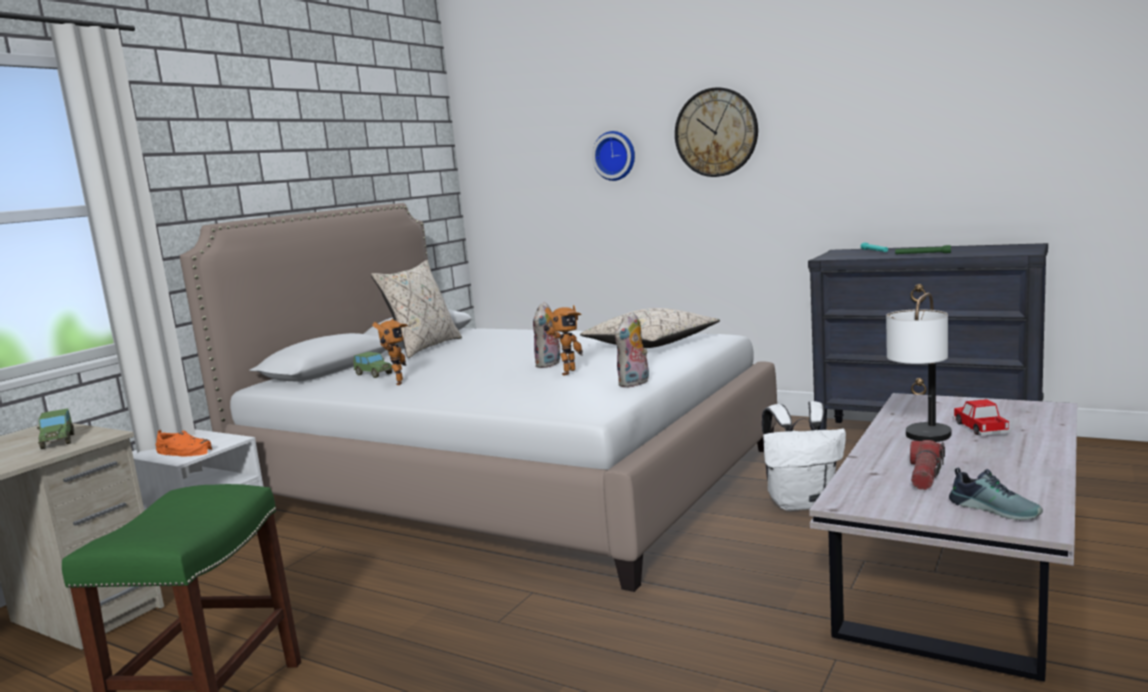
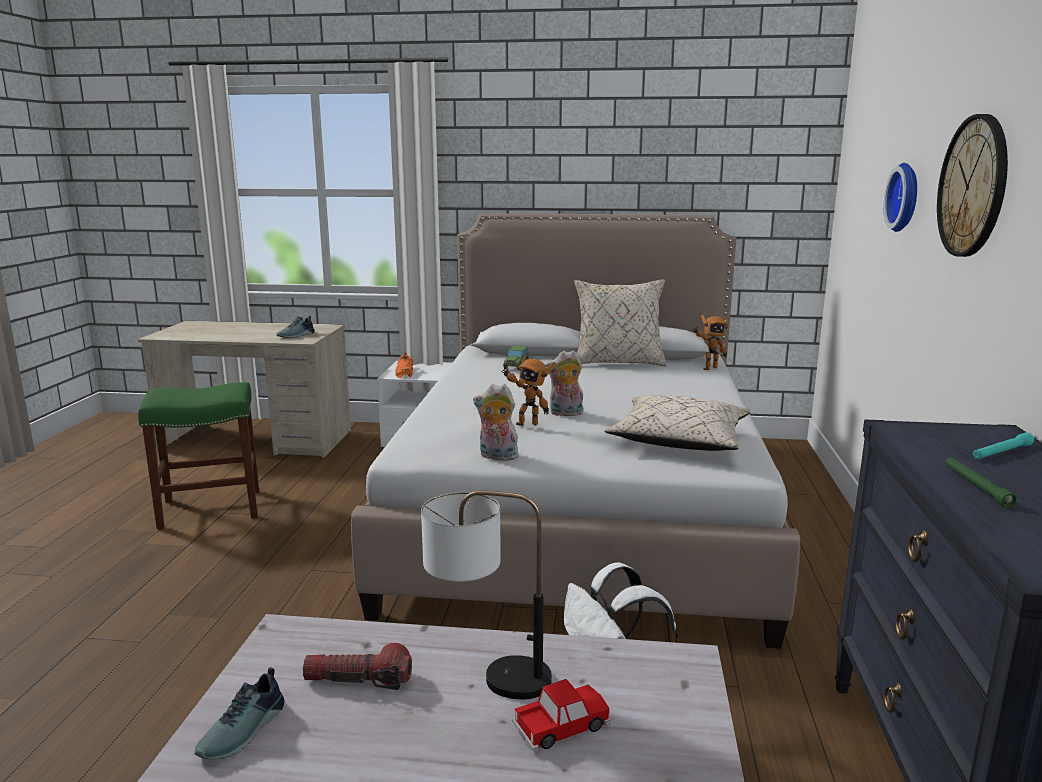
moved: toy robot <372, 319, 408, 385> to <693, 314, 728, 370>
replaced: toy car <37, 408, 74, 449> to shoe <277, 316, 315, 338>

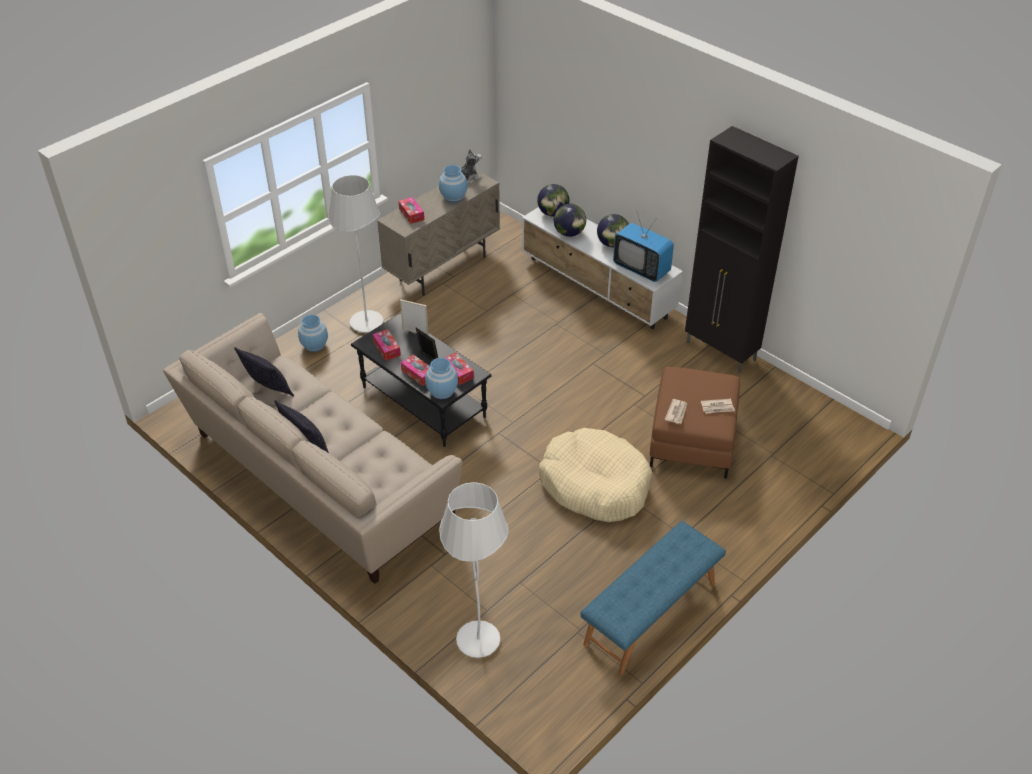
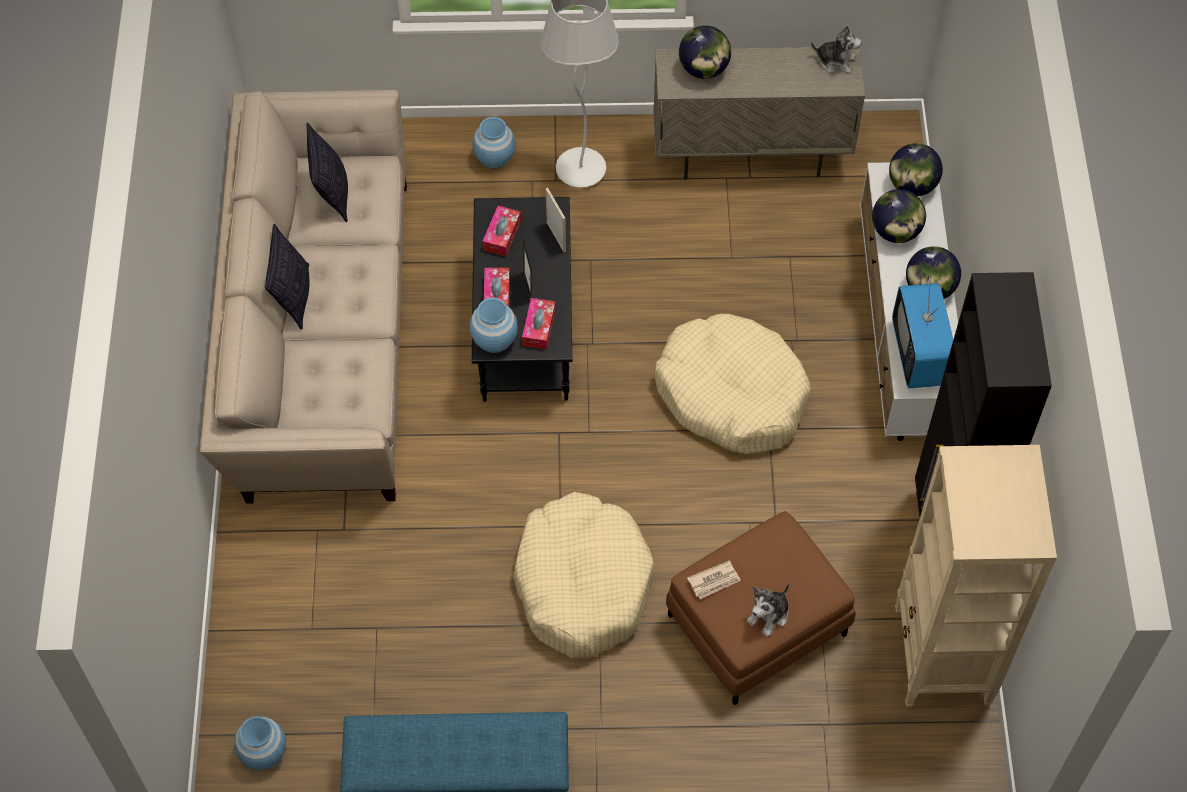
removed: white floor lamp <439, 482, 509, 658>
added: beige dog bed <655, 314, 811, 454>; beige bookcase <895, 445, 1057, 707>
moved: blue vase <439, 165, 467, 203> to <234, 716, 286, 770>
replaced: tissue box <399, 197, 424, 224> to globe <679, 26, 731, 79>; newspaper <701, 399, 735, 414> to plush toy <747, 584, 789, 637>

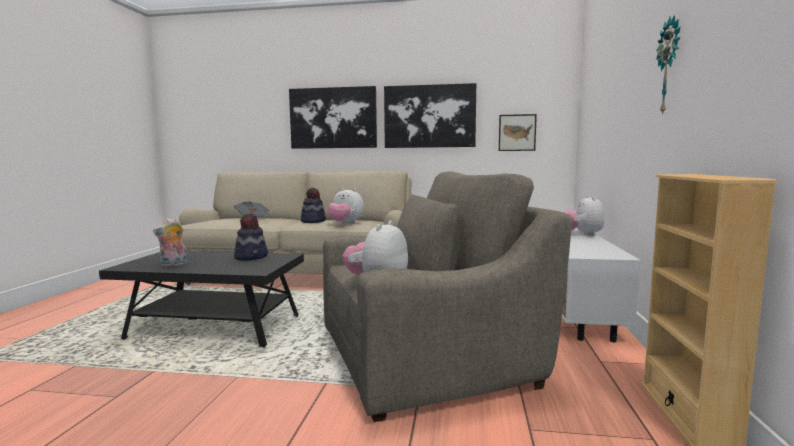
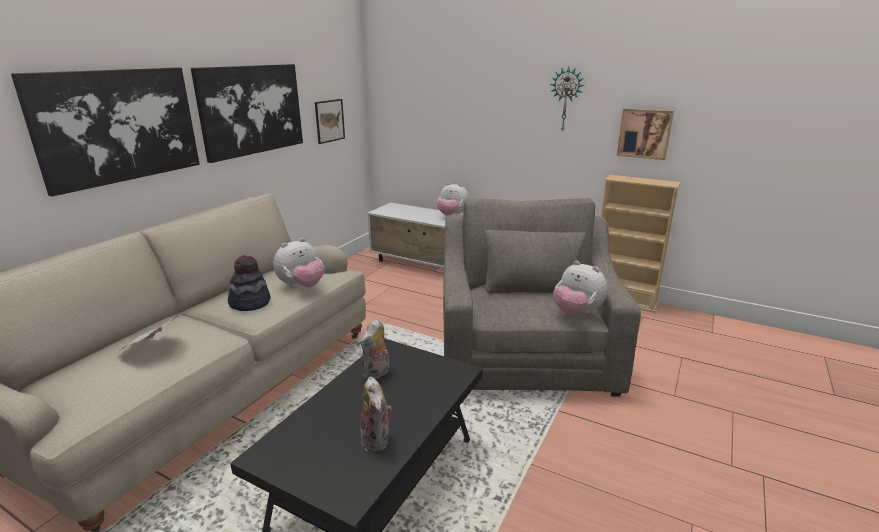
added: picture <617, 108, 674, 160>
replaced: hat <234, 213, 268, 261> to plush toy <360, 318, 390, 379>

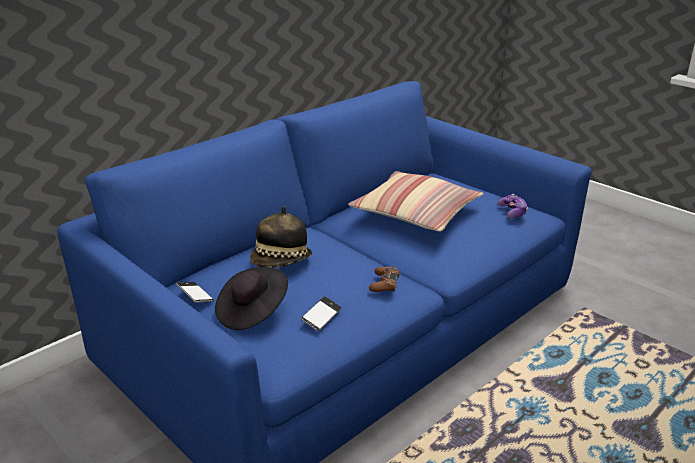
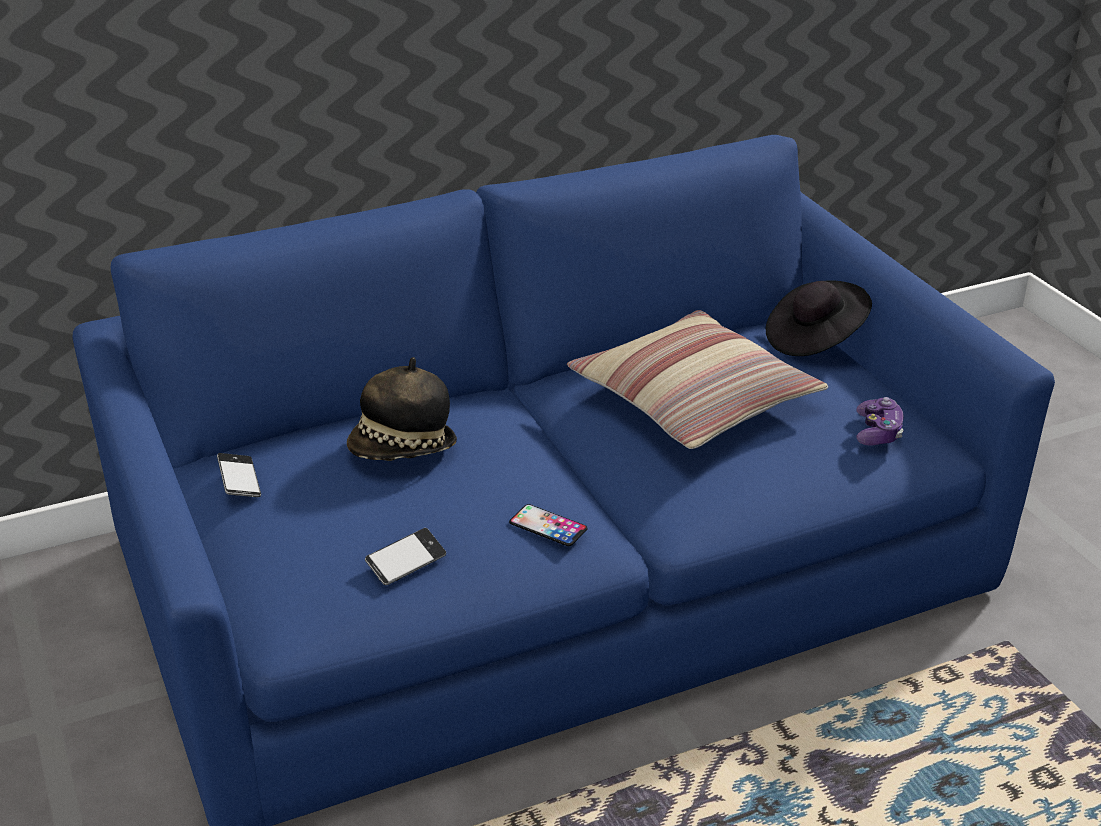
moved: black hat <215, 267, 288, 330> to <766, 280, 872, 356>
replaced: brown game controller <369, 266, 400, 292> to phone <509, 504, 588, 546>

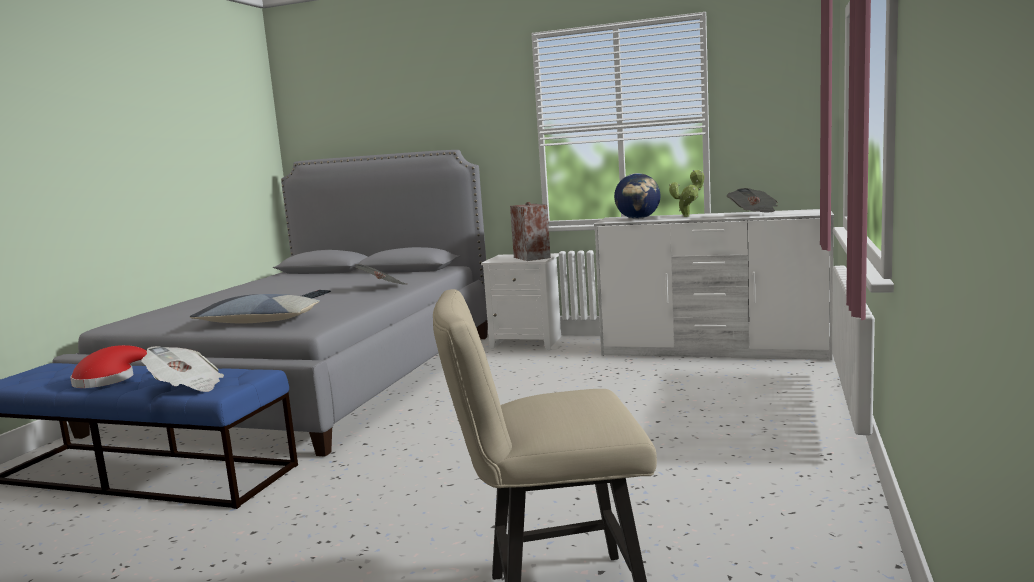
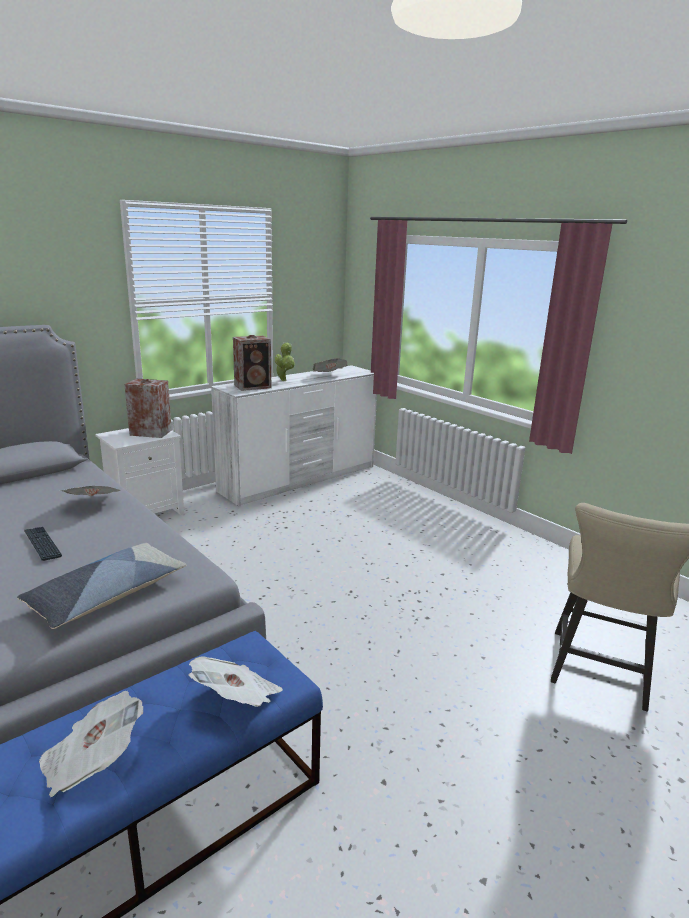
replaced: red hat <70, 345, 147, 388> to newspaper <39, 691, 143, 798>; globe <614, 173, 660, 219> to speaker <233, 335, 271, 391>

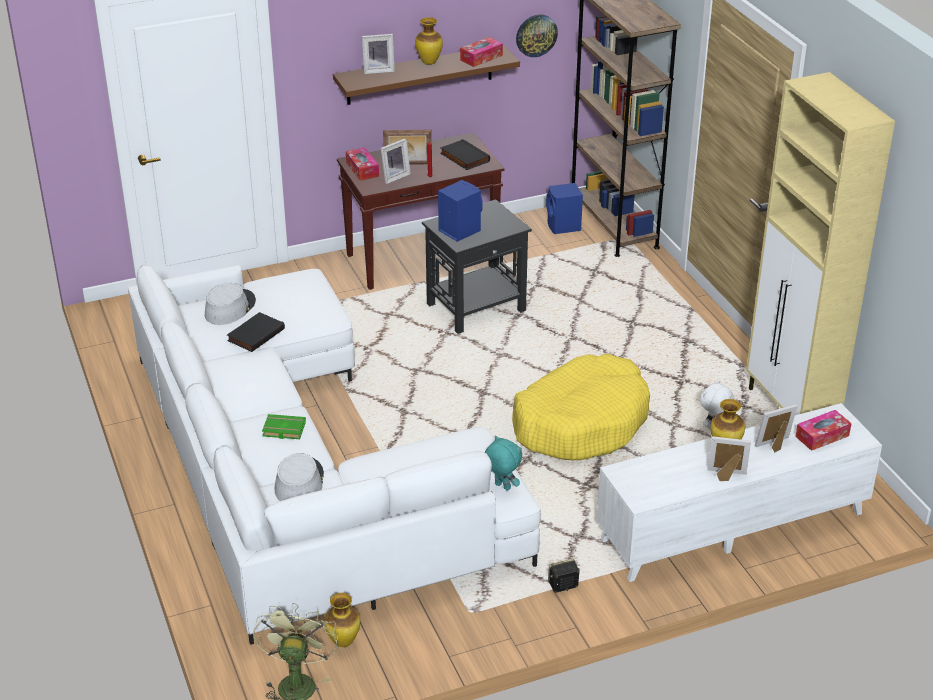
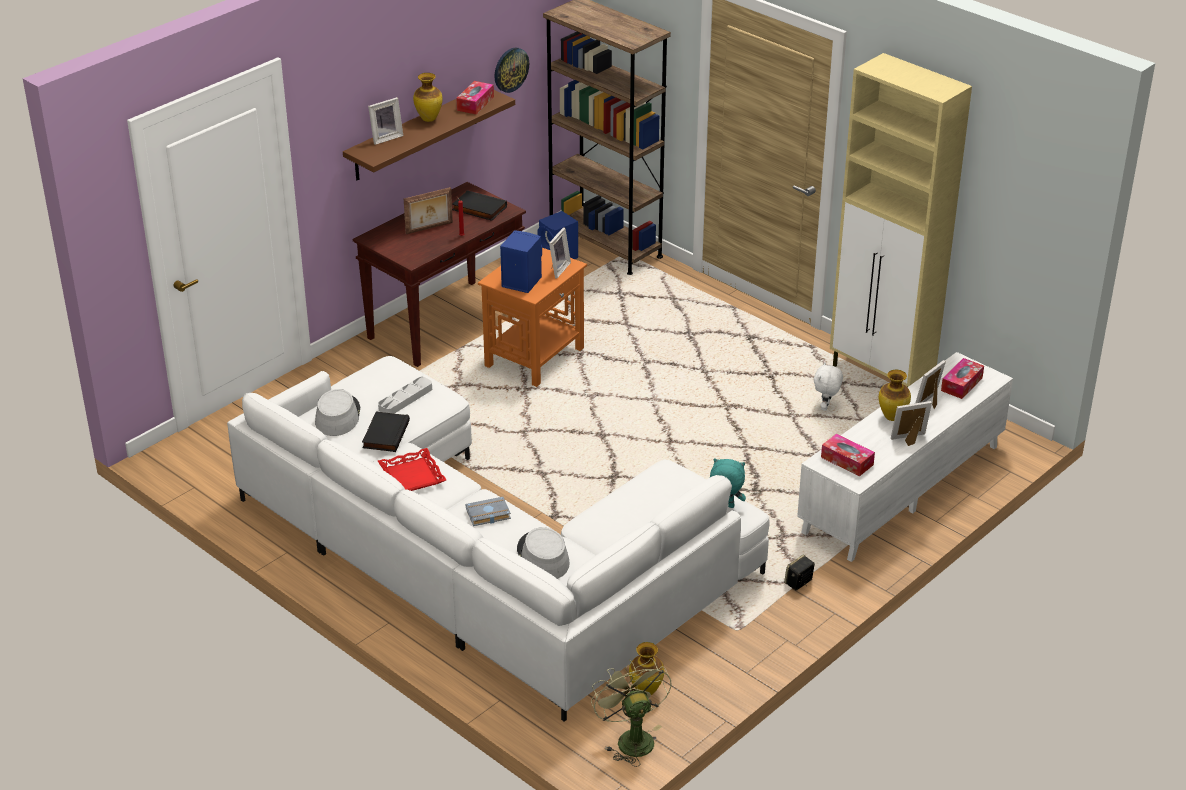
removed: yellow dog bed <512, 354, 650, 460>
added: grey tray <378, 377, 432, 414>; red tray <378, 448, 446, 491>
moved: picture frame <381, 139, 411, 184> to <549, 227, 571, 279>; tissue box <346, 147, 379, 181> to <821, 434, 875, 477>
recoloured: green book <262, 414, 306, 439> to grey book <466, 497, 511, 526>; black side table <422, 200, 532, 334> to orange side table <478, 248, 587, 387>

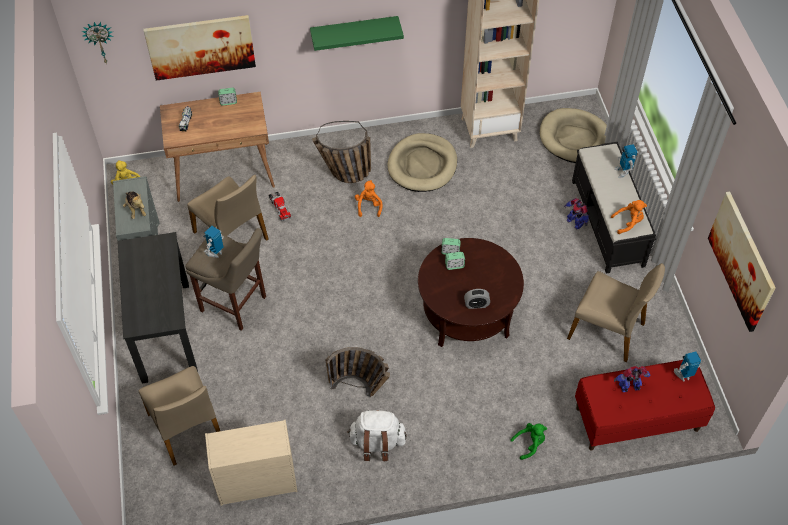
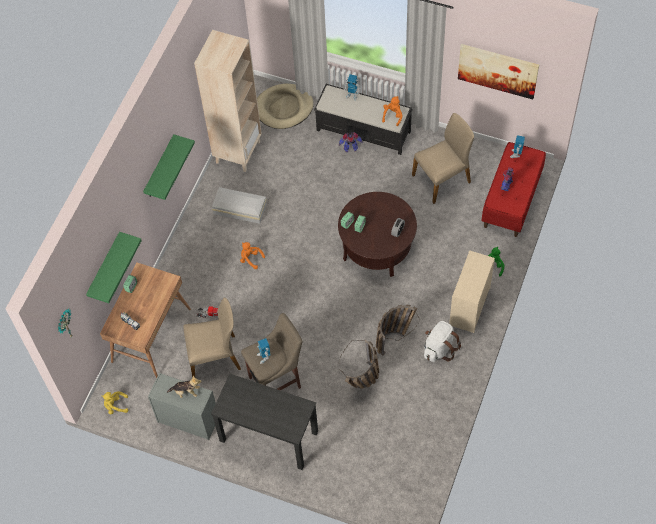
removed: beige chair <138, 366, 220, 466>
moved: basket <312, 121, 371, 183> to <338, 340, 379, 388>; beige dresser <205, 420, 297, 506> to <449, 250, 495, 333>
replaced: picture <143, 15, 256, 81> to green shelf <86, 232, 142, 303>; beige dog bed <387, 133, 457, 192> to white storage box <212, 187, 267, 224>

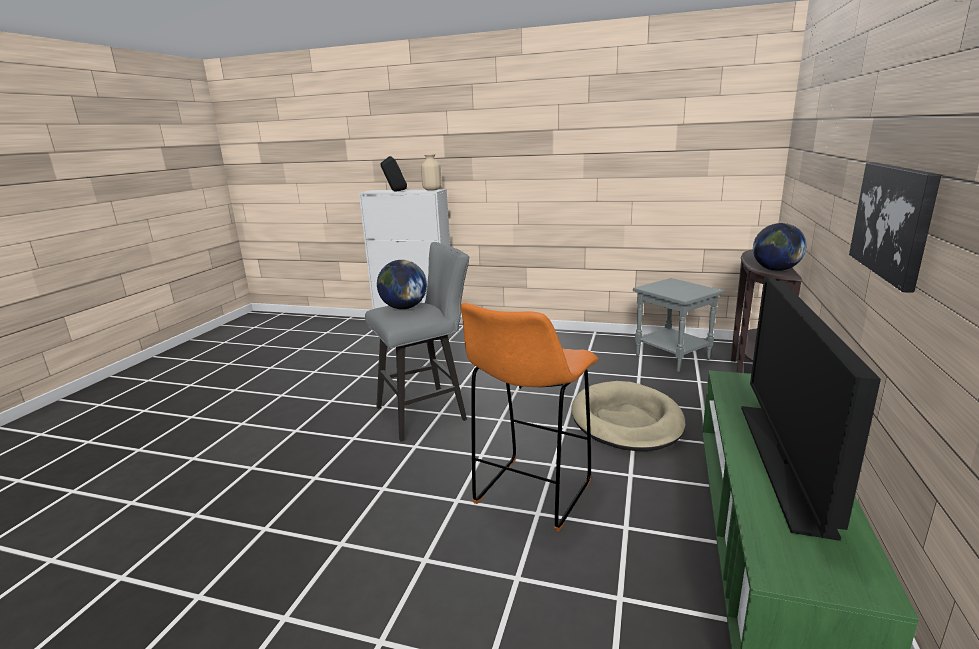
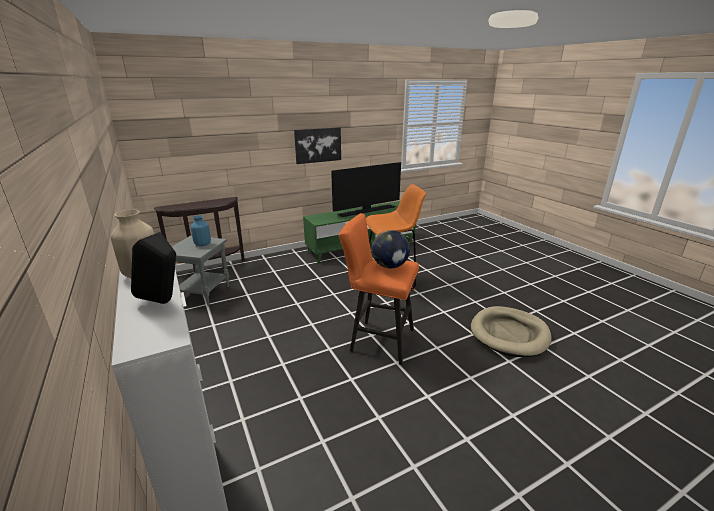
removed: globe <753, 223, 806, 271>
added: blue vase <191, 215, 211, 246>
moved: beige dog bed <571, 381, 686, 451> to <471, 306, 552, 357>
recoloured: grey stool <365, 242, 469, 441> to orange stool <339, 213, 419, 365>

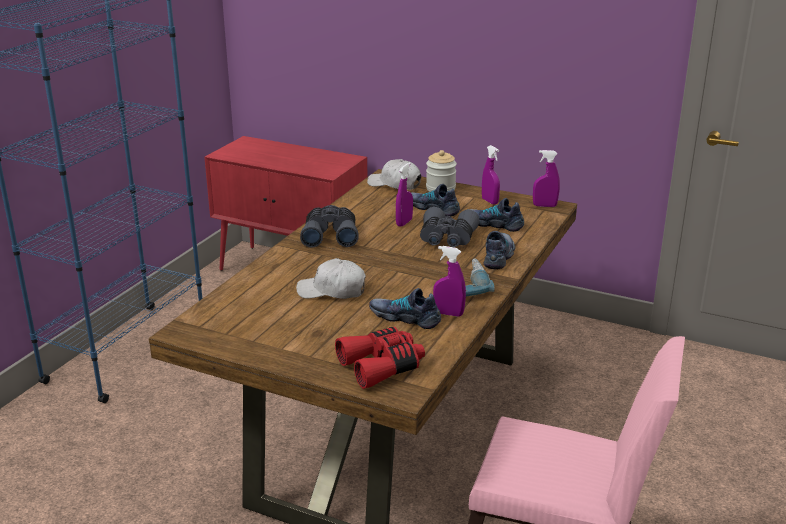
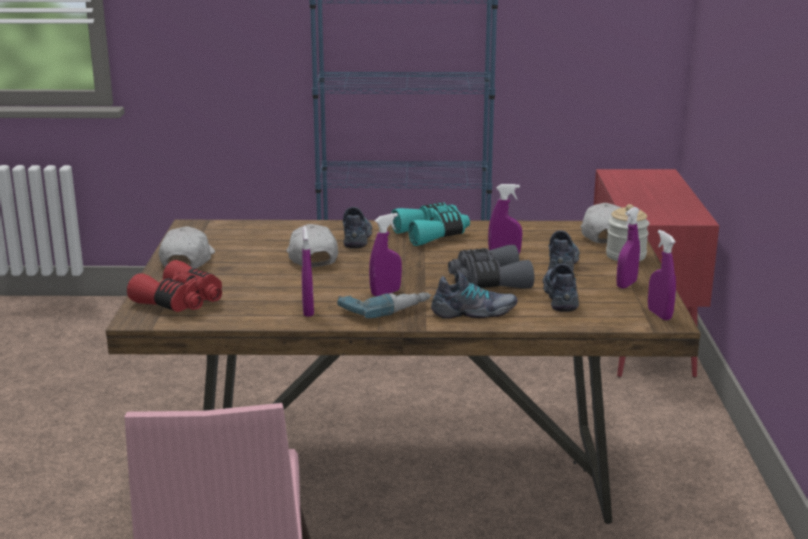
added: white cap <159, 226, 215, 268>; purple spray bottle <369, 213, 402, 296>
moved: shoe <369, 288, 441, 329> to <343, 207, 373, 248>
recoloured: grey binoculars <300, 205, 359, 248> to turquoise binoculars <391, 202, 470, 246>

